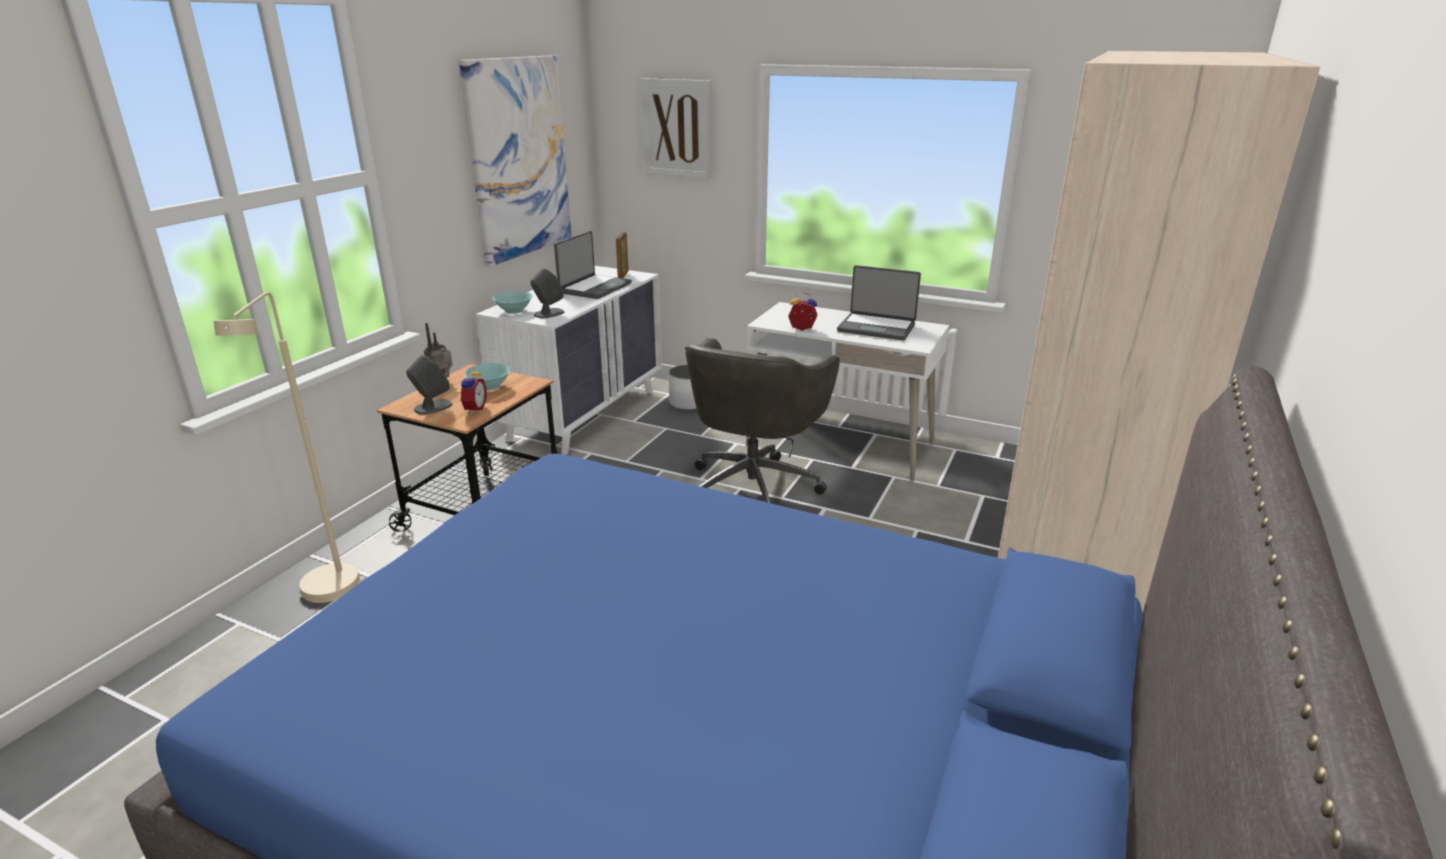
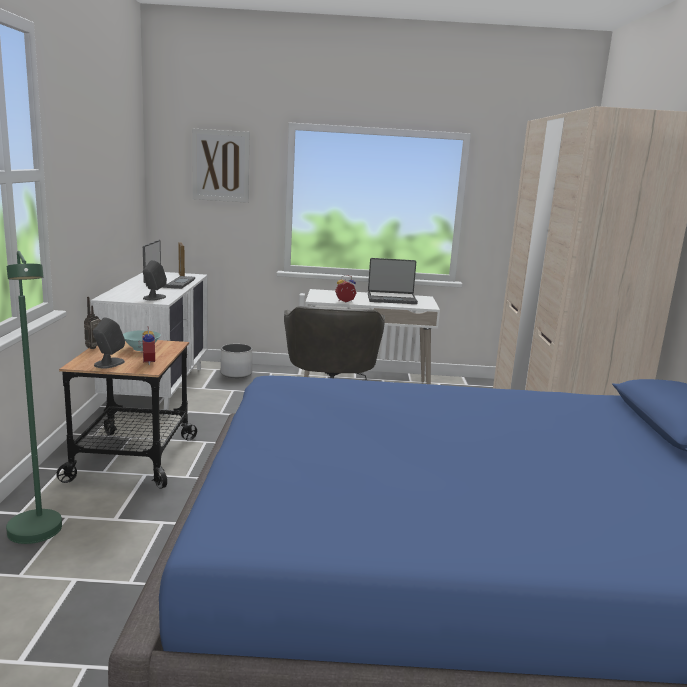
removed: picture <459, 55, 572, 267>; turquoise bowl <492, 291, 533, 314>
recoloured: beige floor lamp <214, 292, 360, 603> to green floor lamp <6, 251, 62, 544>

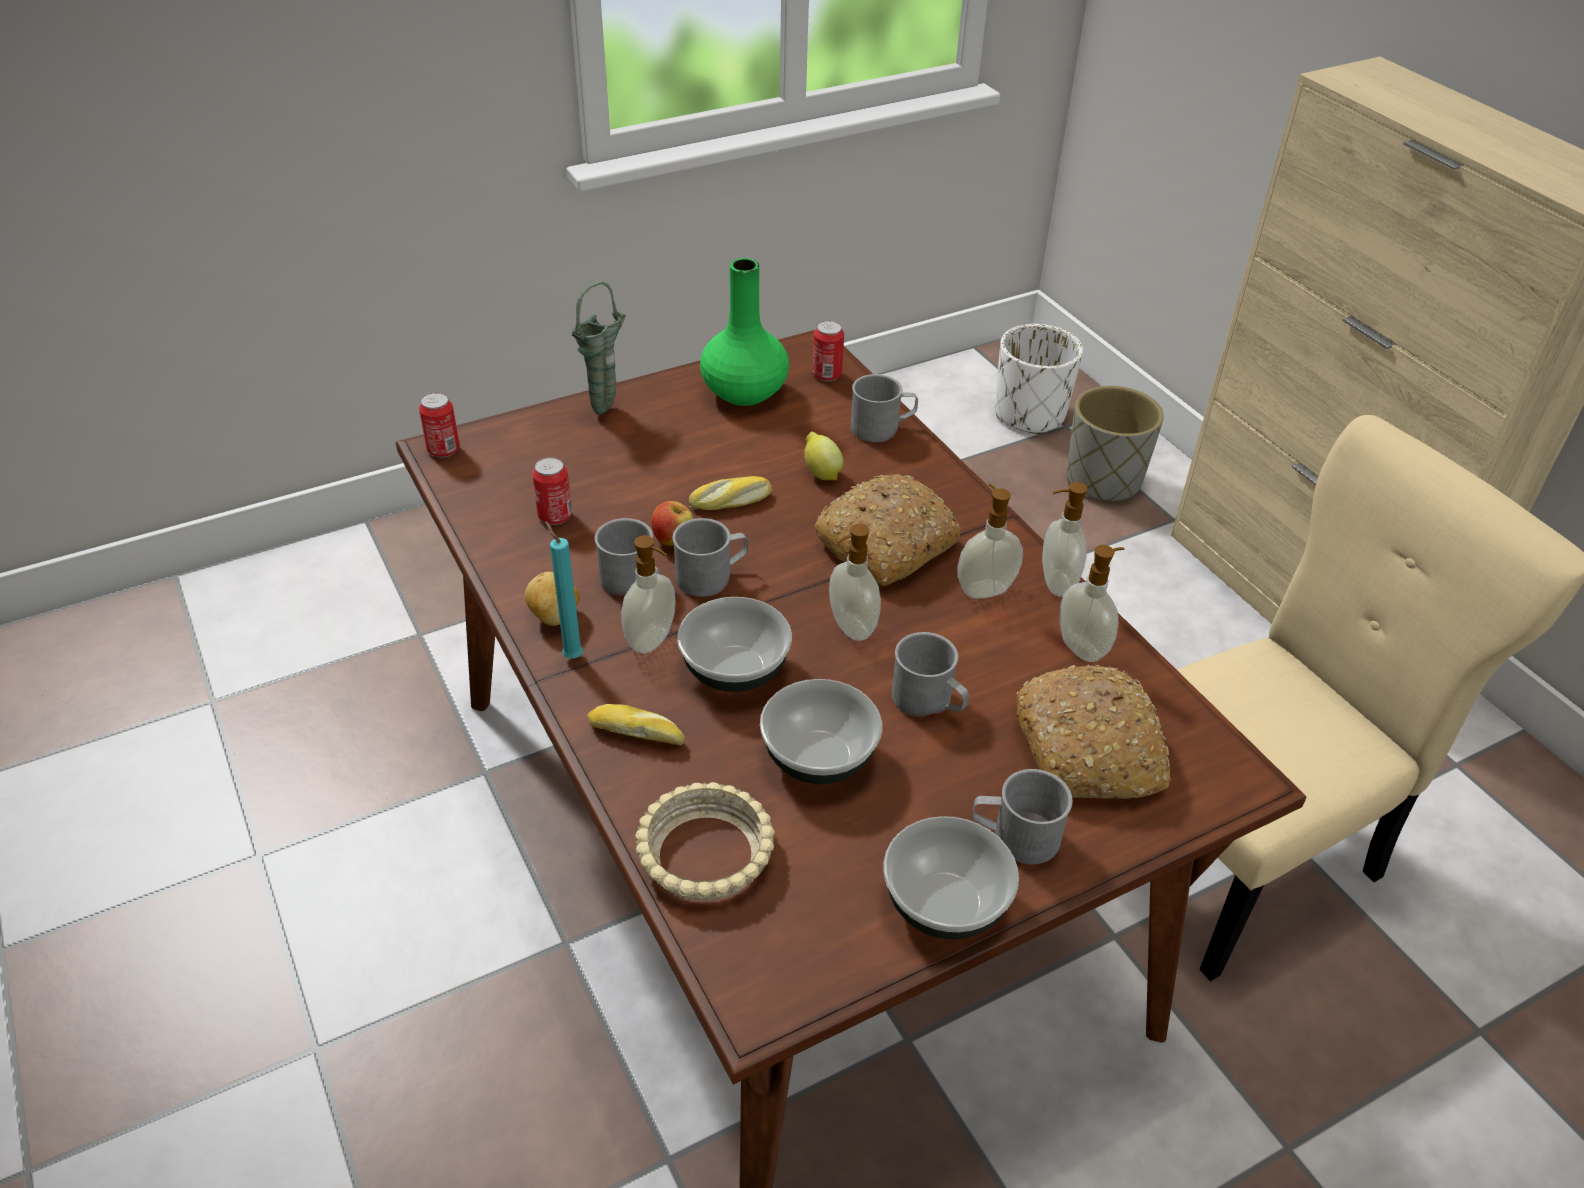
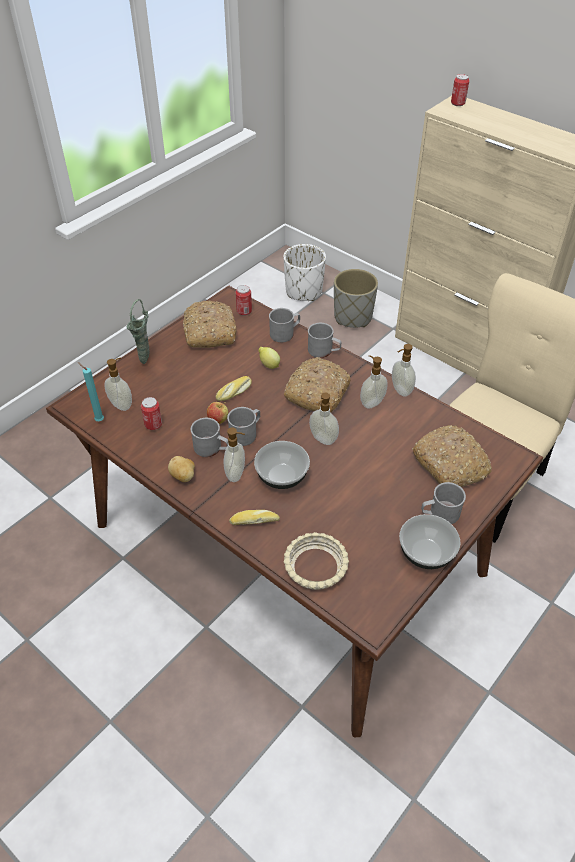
removed: bowl <760, 679, 882, 784>
moved: turquoise candle <545, 521, 583, 659> to <78, 362, 104, 421>; soap dispenser <1059, 545, 1124, 662> to <104, 358, 132, 411>; grey mug <892, 632, 969, 718> to <308, 323, 341, 358>; can <419, 393, 460, 458> to <451, 74, 469, 106>
replaced: green vase <700, 258, 789, 406> to bread <183, 301, 237, 348>

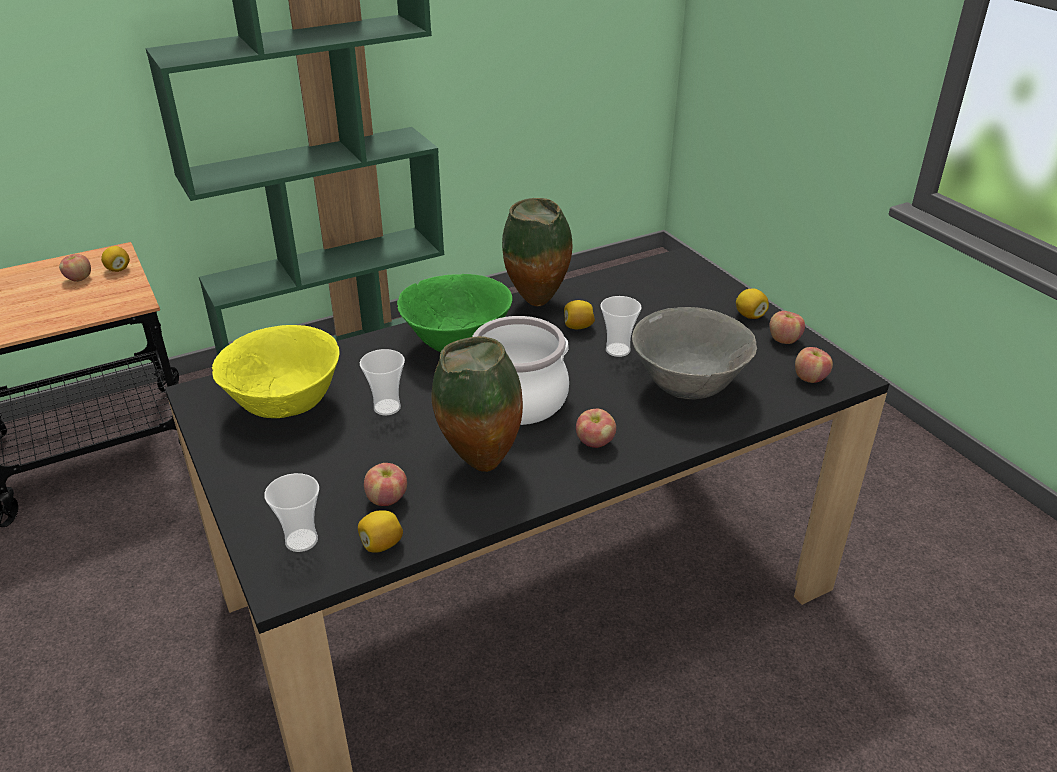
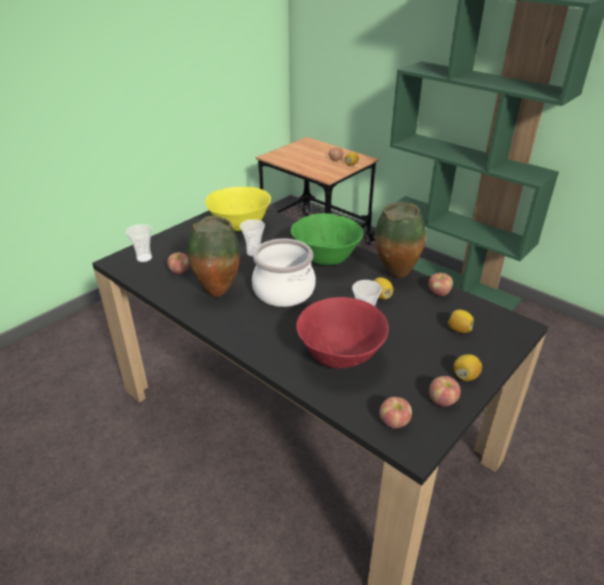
moved: apple <576, 409, 616, 448> to <429, 273, 453, 296>; lemon <358, 510, 403, 553> to <448, 310, 474, 333>
recoloured: grey bowl <632, 307, 757, 399> to red bowl <296, 297, 389, 369>

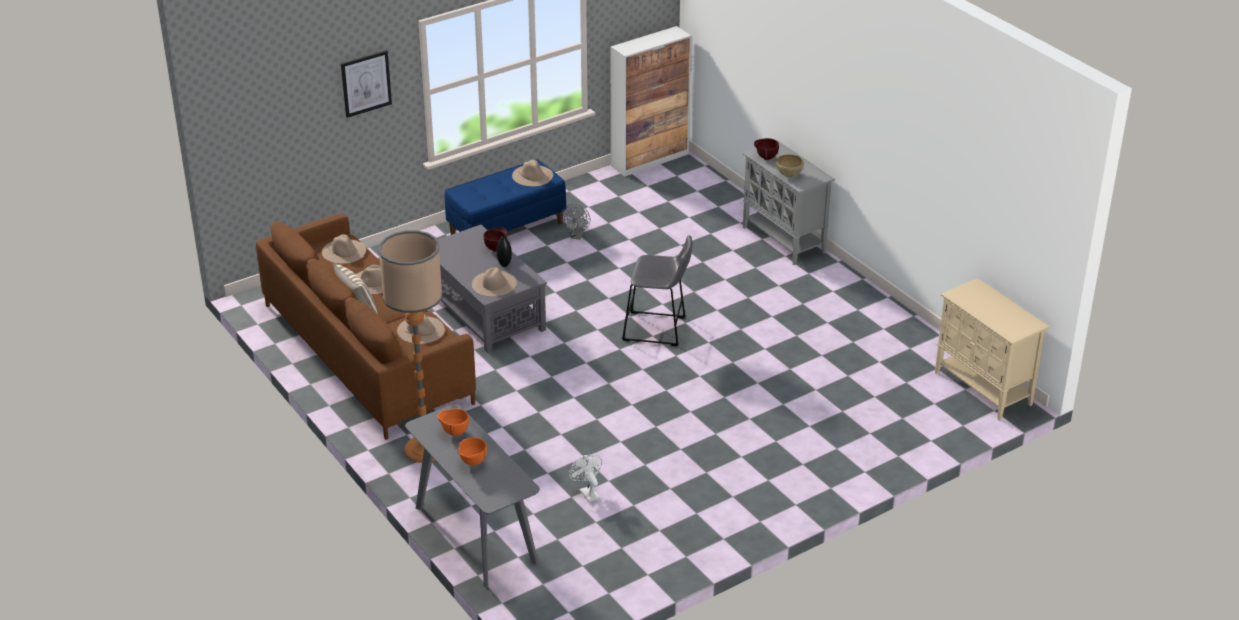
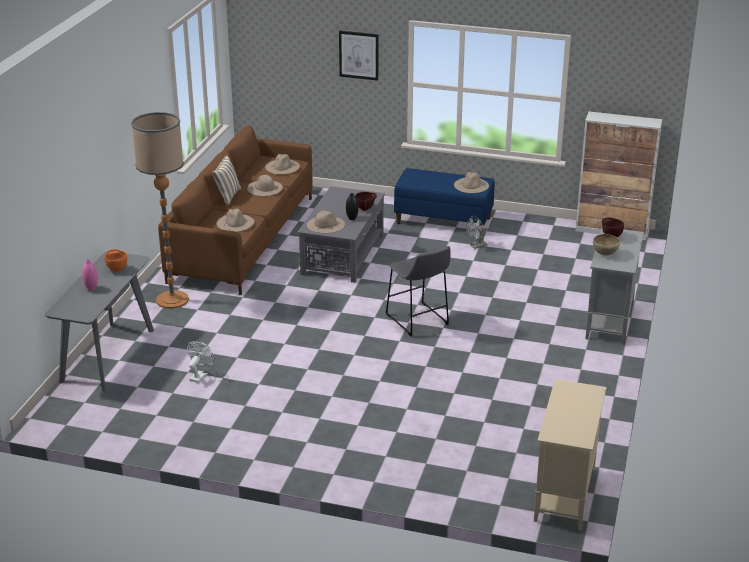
replaced: orange bowl <459, 437, 487, 465> to pink vase <82, 259, 98, 290>

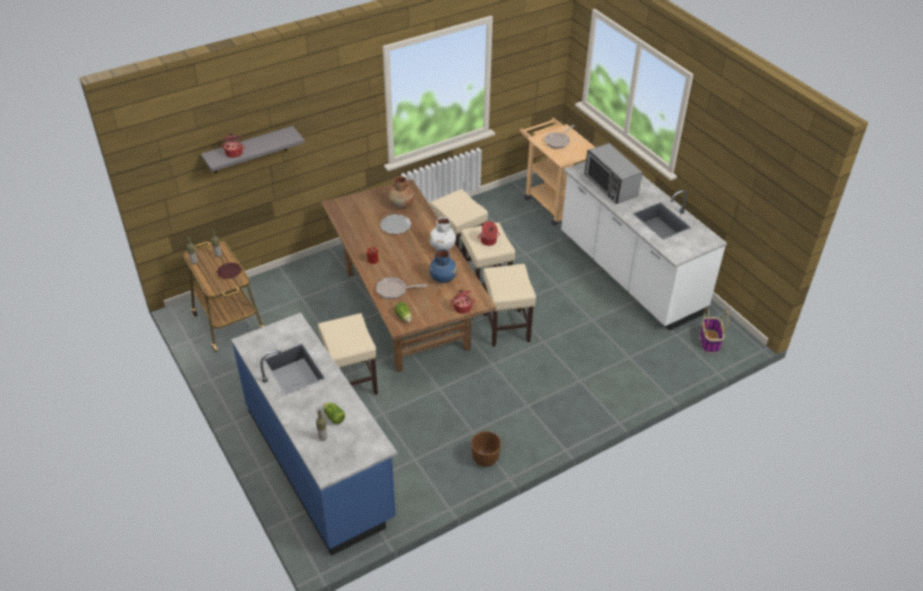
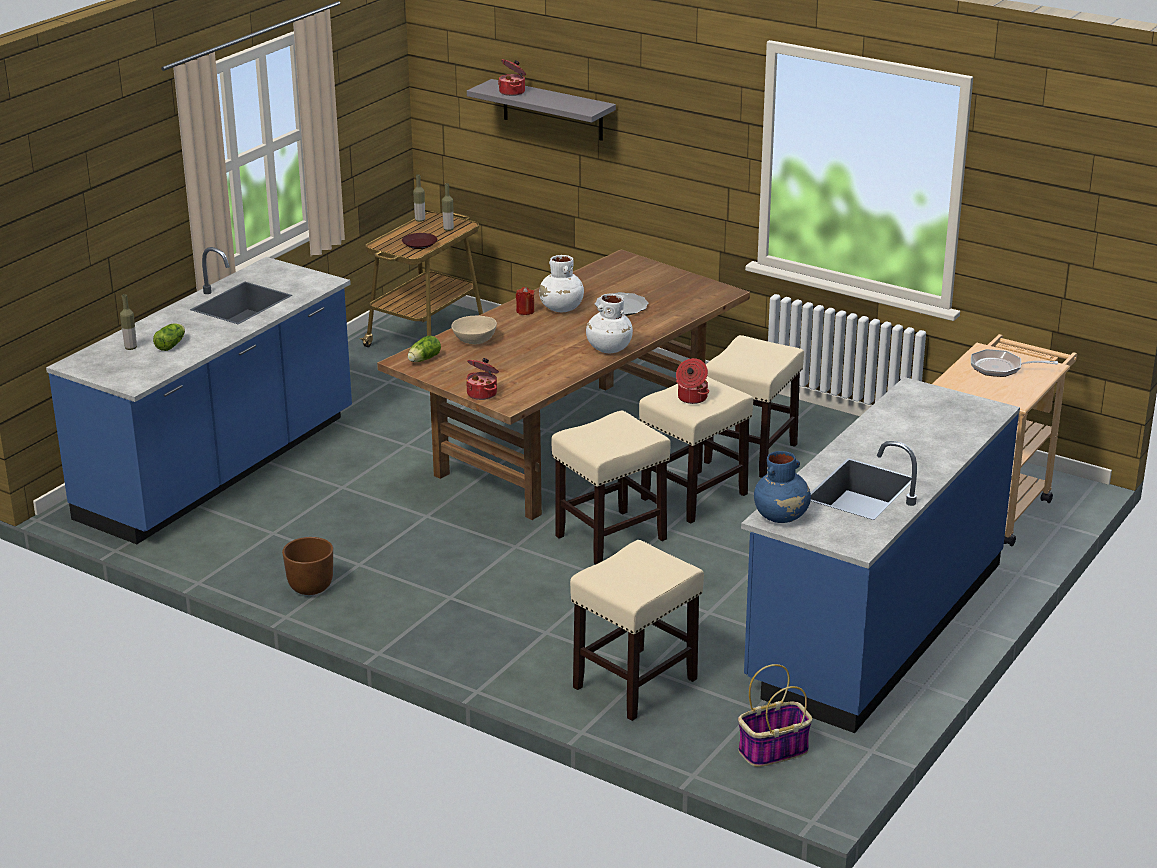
removed: brown vase <389, 176, 415, 209>; microwave <584, 143, 643, 204>
added: white vase <539, 255, 584, 312>
moved: beige stool <318, 313, 378, 395> to <570, 540, 704, 721>; blue vase <429, 249, 457, 283> to <754, 451, 811, 523>
replaced: frying pan <376, 277, 426, 299> to beige bowl <451, 316, 497, 344>
recoloured: white counter <561, 161, 727, 330> to blue counter <741, 377, 1020, 733>

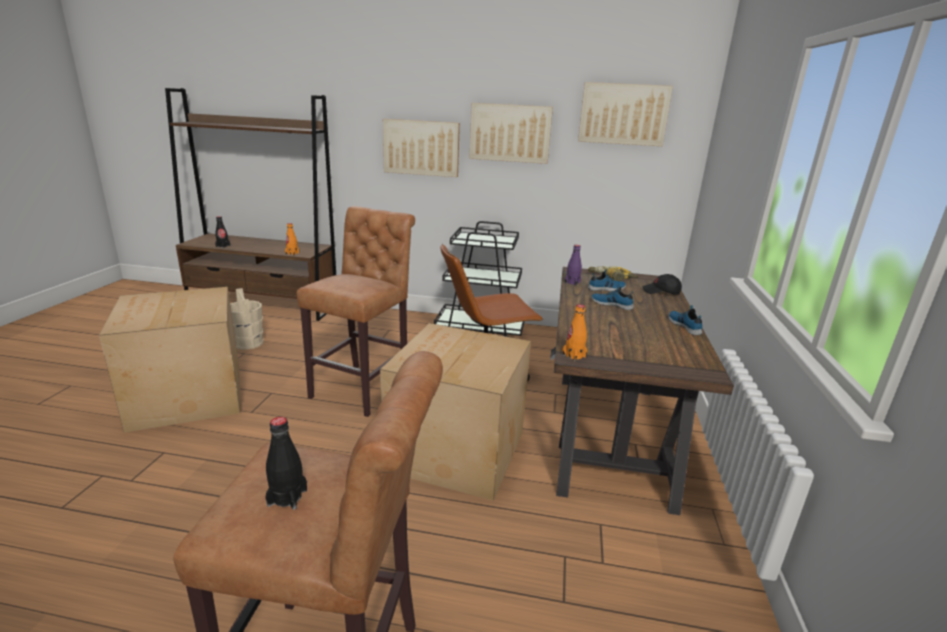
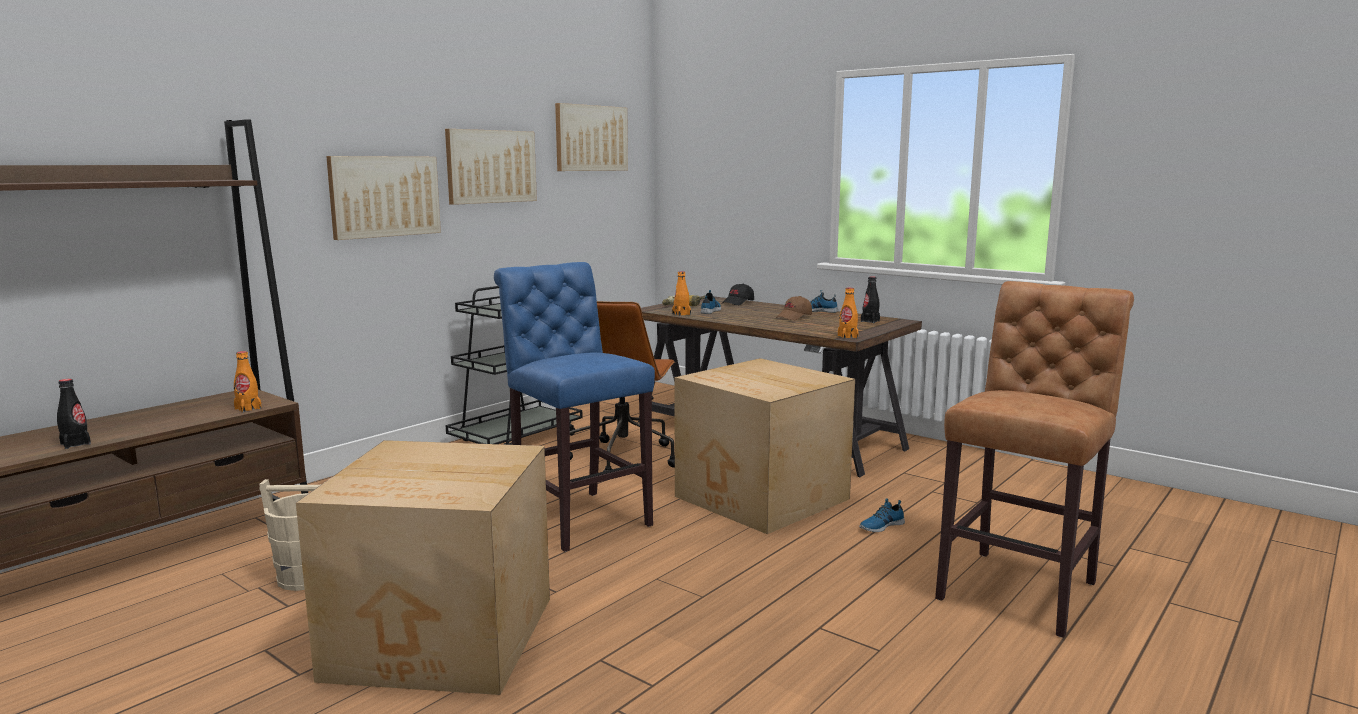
added: brown cap <776, 296, 812, 320>
moved: shoe <591, 284, 634, 310> to <859, 498, 905, 532>; black bottle <265, 417, 307, 510> to <861, 276, 880, 323>
recoloured: brown stool <297, 206, 415, 417> to blue stool <494, 262, 655, 552>; purple bottle <565, 245, 582, 286> to orange bottle <672, 271, 691, 316>

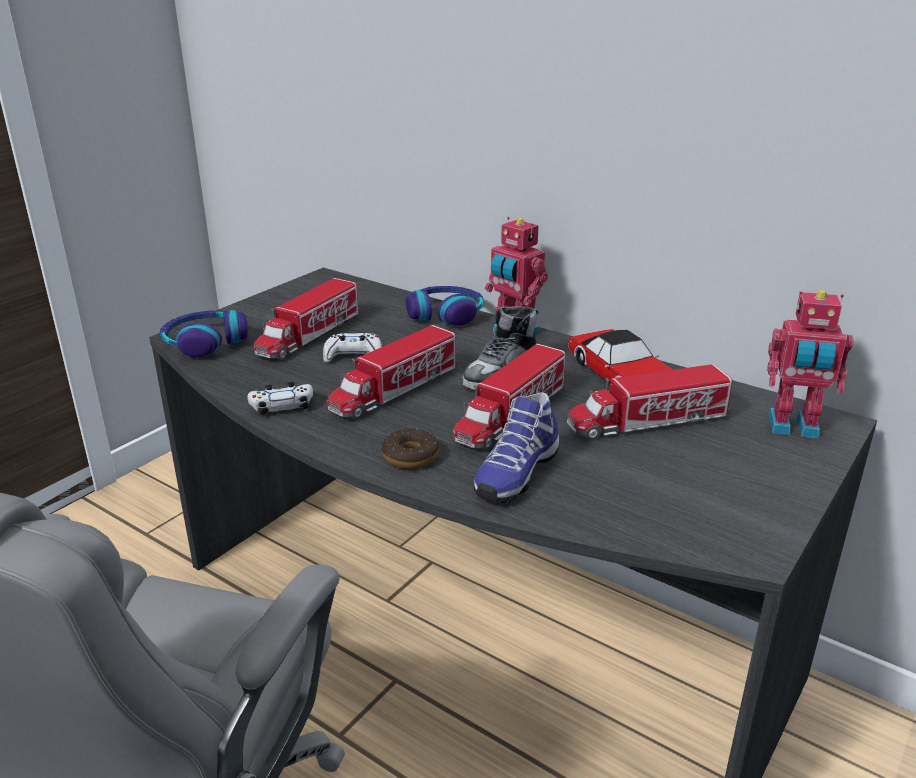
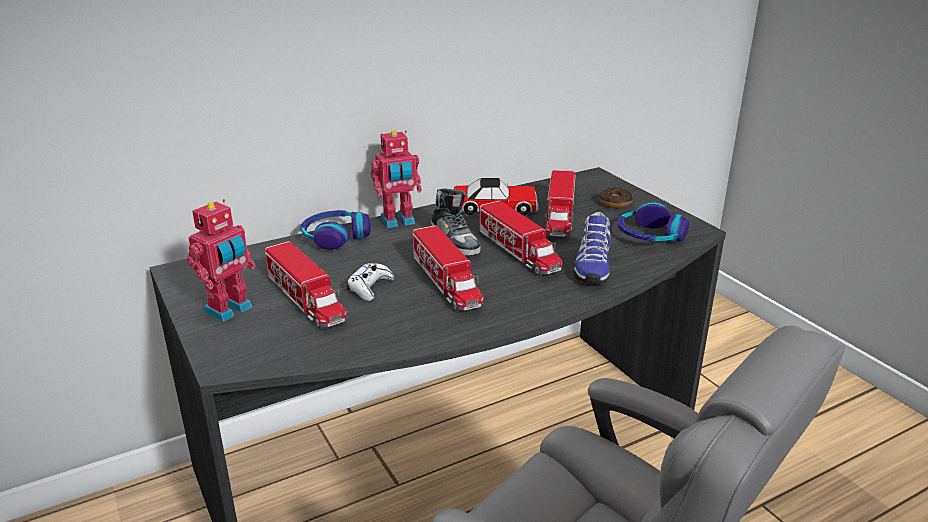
removed: white game controller <247, 382, 313, 415>
moved: toy robot <767, 290, 853, 438> to <187, 199, 256, 322>; donut <382, 428, 439, 469> to <599, 187, 633, 208>; headphones <160, 310, 248, 357> to <617, 202, 689, 242>
turned: shoe <474, 393, 559, 503> = <573, 212, 611, 285> 45 degrees clockwise

